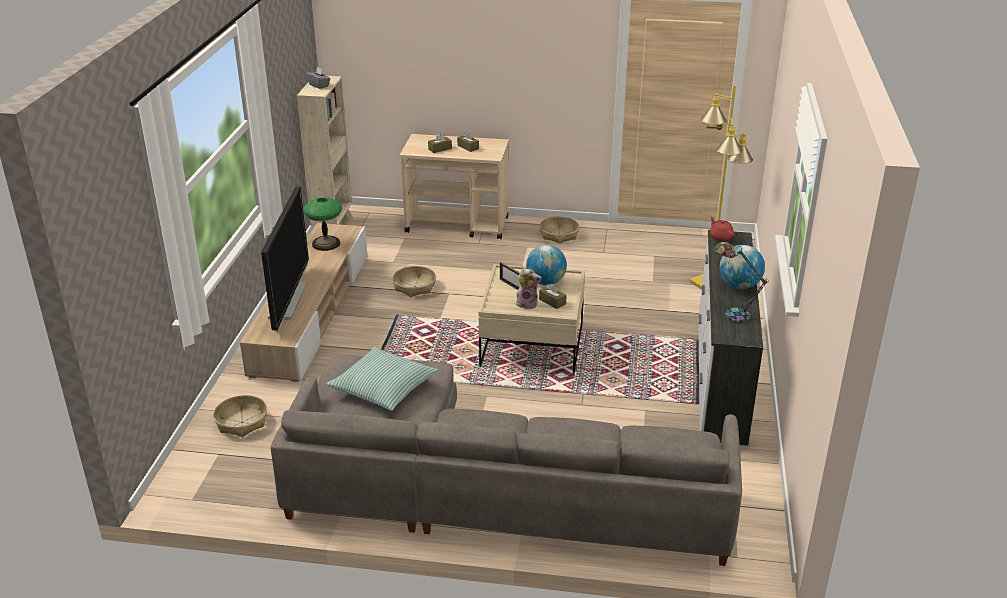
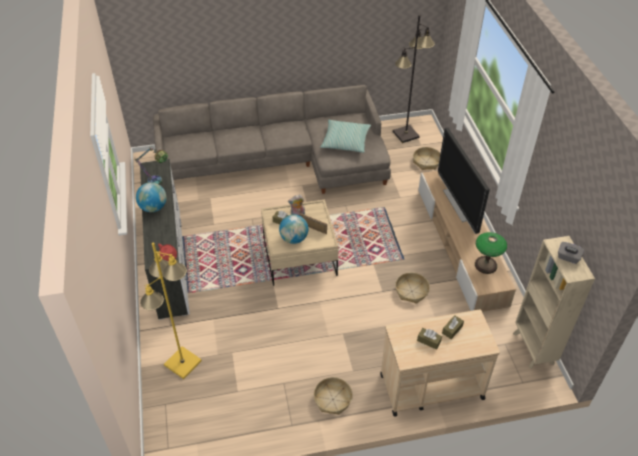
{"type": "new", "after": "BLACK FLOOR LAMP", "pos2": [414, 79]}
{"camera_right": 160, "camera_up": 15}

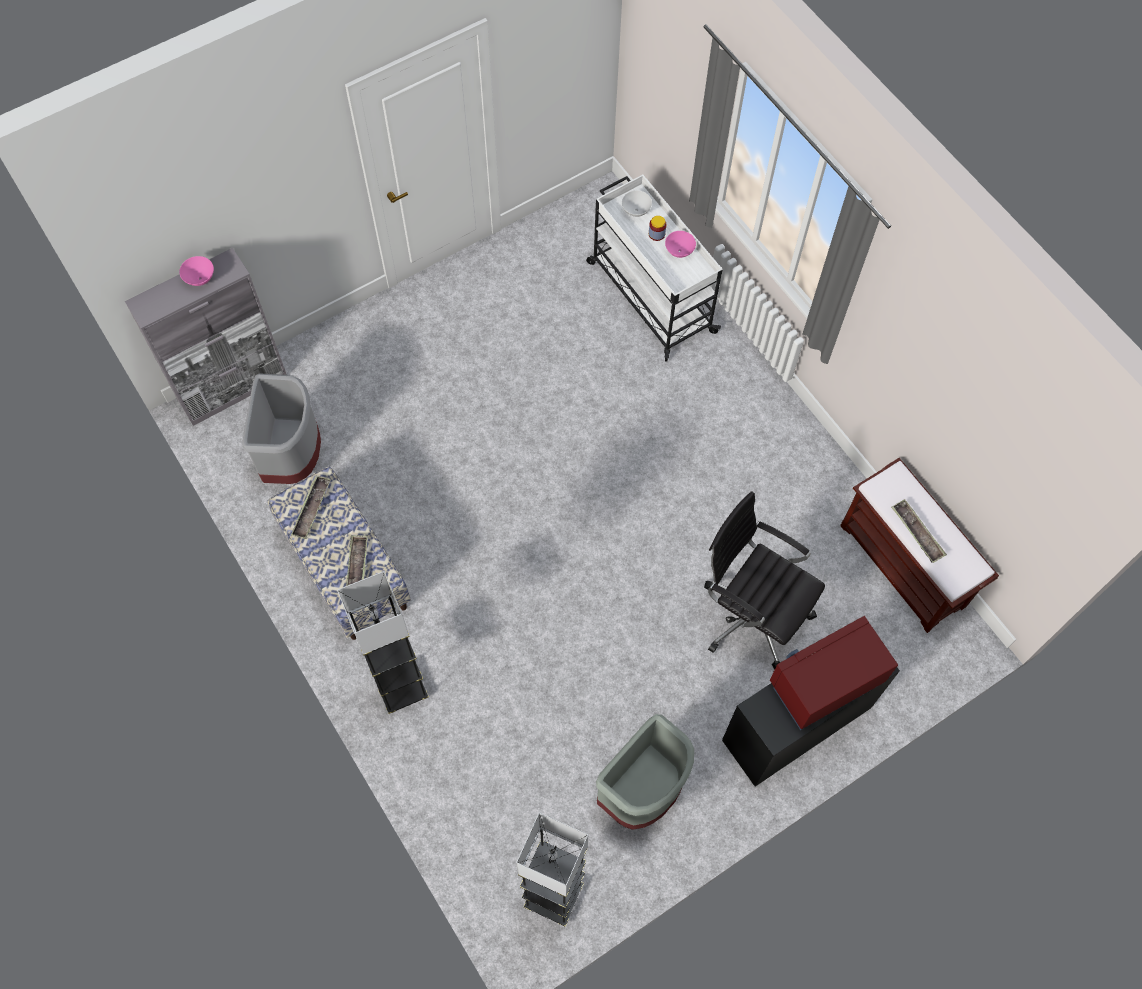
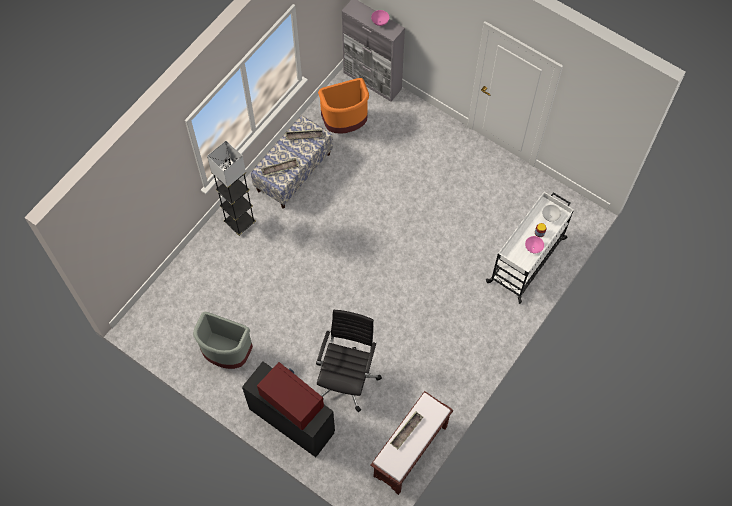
{"type": "repainted", "before": "GREY TRASH CAN", "after": "ORANGE TRASH CAN", "pos1": [281, 428], "pos2": [343, 106]}
{"type": "gone", "before": "GREY FLOOR LAMP", "pos1": [552, 869]}
{"camera_right": 70, "camera_up": 0}

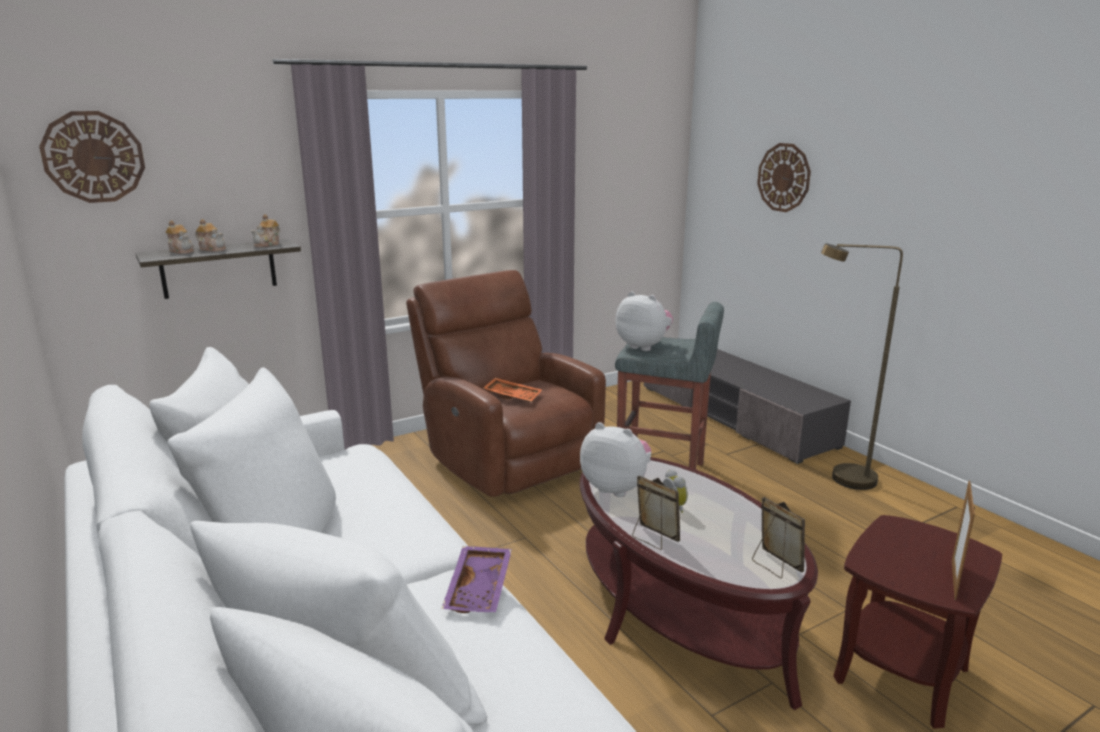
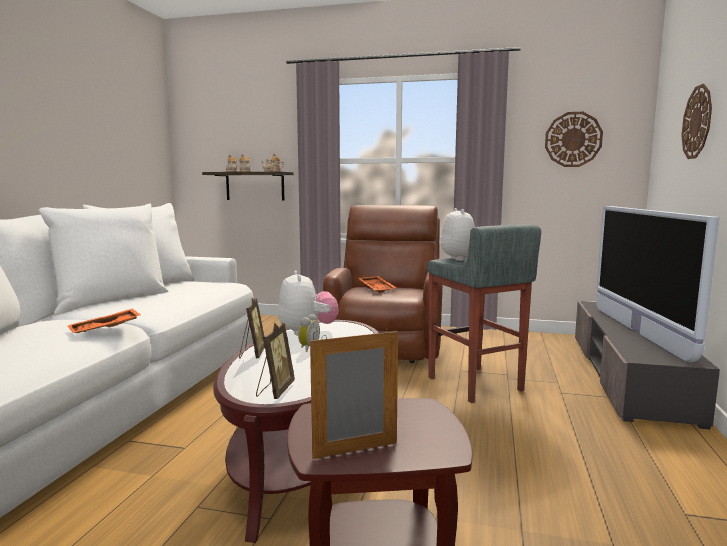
{"type": "shifted", "before": "WALL CLOCK", "pos1": [92, 157], "pos2": [574, 139]}
{"type": "gone", "before": "BROWN FLOOR LAMP", "pos1": [862, 366]}
{"type": "repainted", "before": "PURPLE TRAY", "after": "ORANGE TRAY", "pos1": [476, 579], "pos2": [104, 321]}
{"type": "new", "after": "TELEVISION", "pos2": [658, 284]}
{"camera_right": 45, "camera_up": -10}

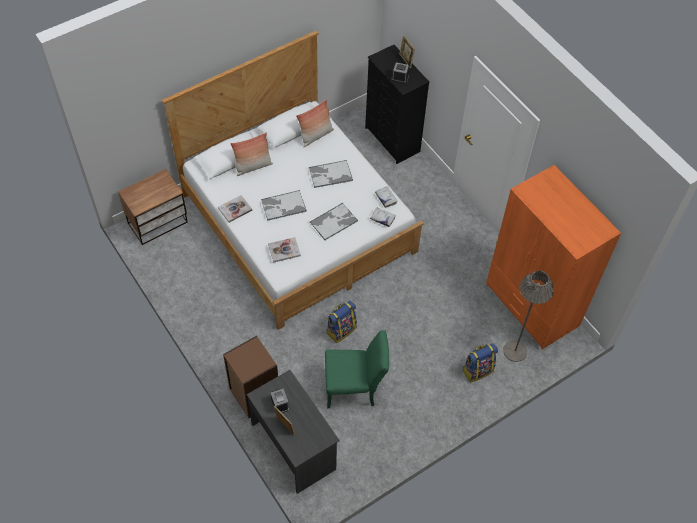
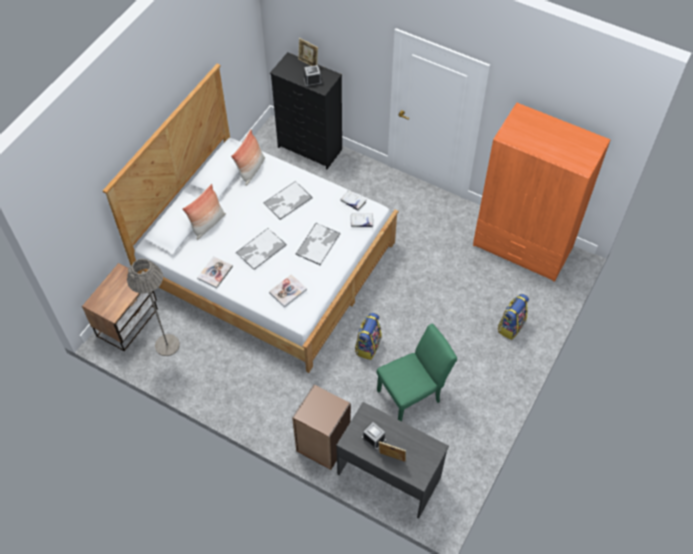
{"type": "shifted", "before": "GREY FLOOR LAMP", "pos1": [528, 316], "pos2": [153, 307]}
{"camera_right": -25, "camera_up": 0}

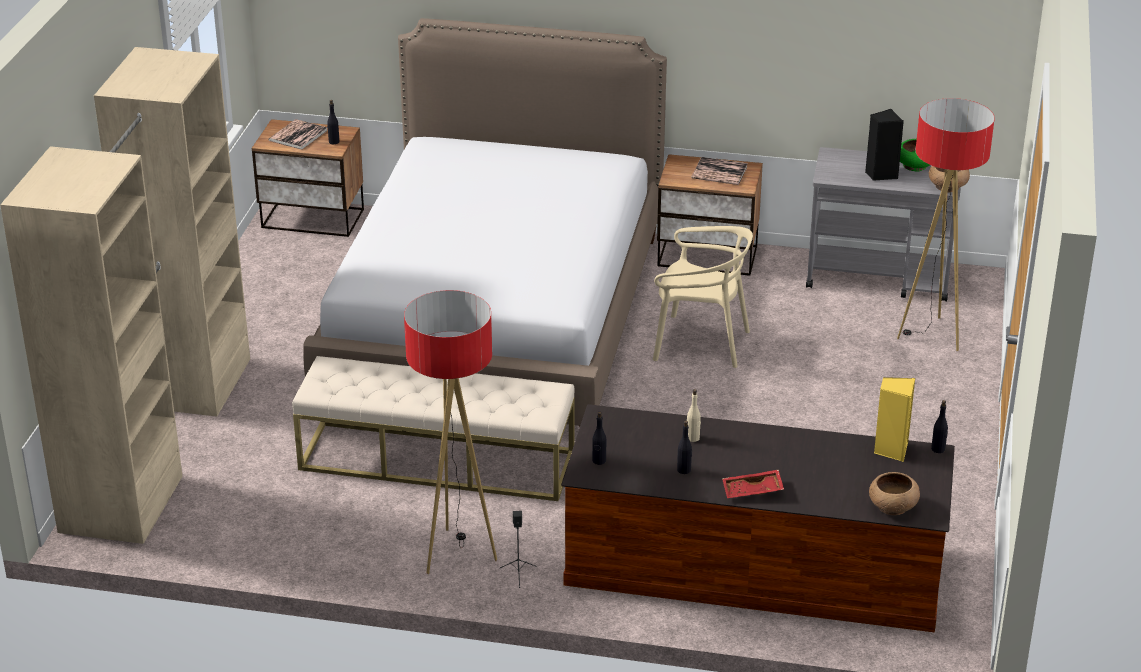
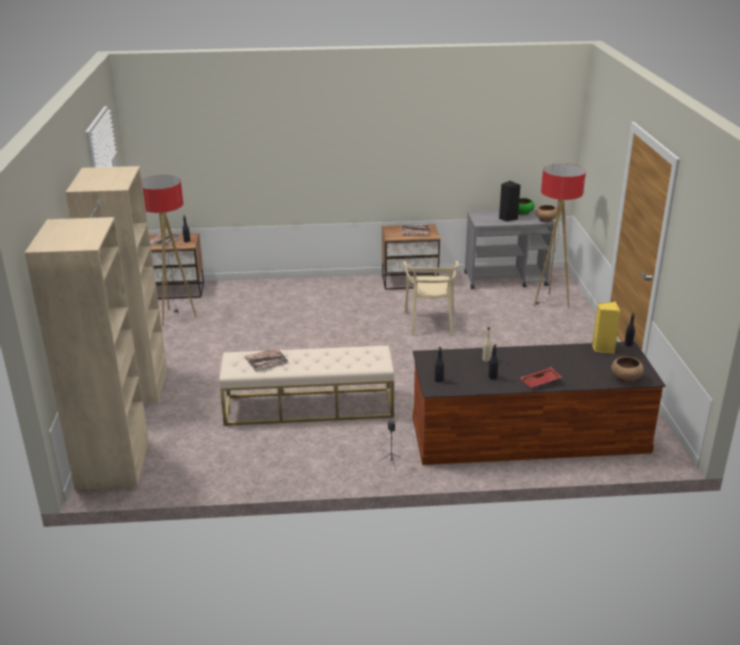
{"type": "gone", "before": "BED", "pos1": [485, 222]}
{"type": "rotated", "before": "BEIGE CHAIR", "pos1": [703, 297], "pos2": [431, 298], "turn": 90}
{"type": "shifted", "before": "FLOOR LAMP", "pos1": [450, 432], "pos2": [169, 250]}
{"type": "new", "after": "BOOK", "pos2": [266, 360]}
{"camera_right": -15, "camera_up": -5}

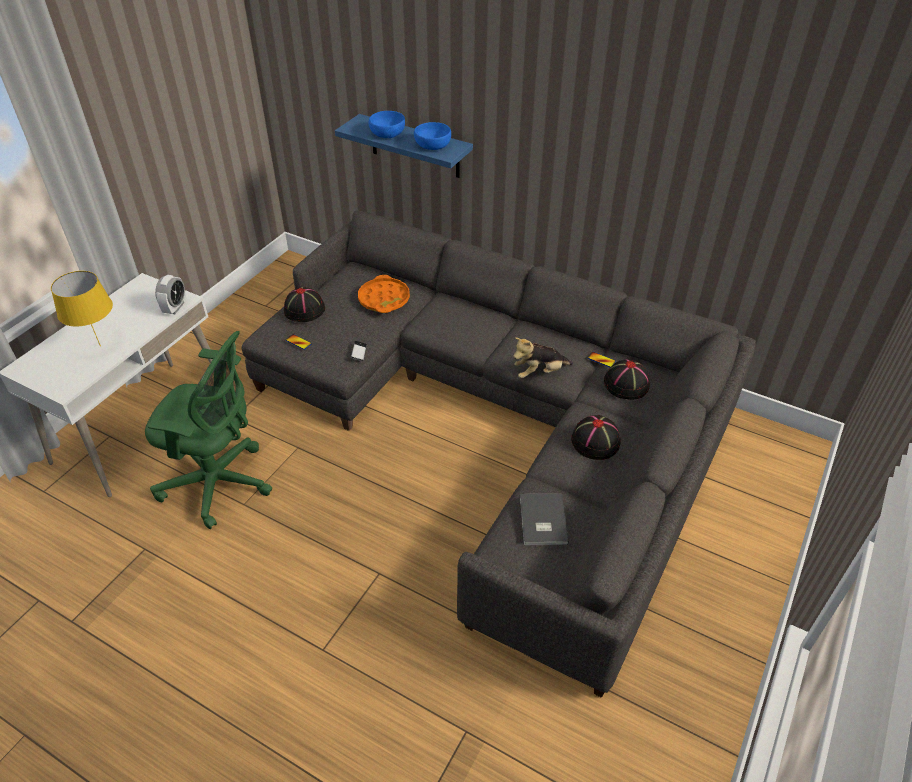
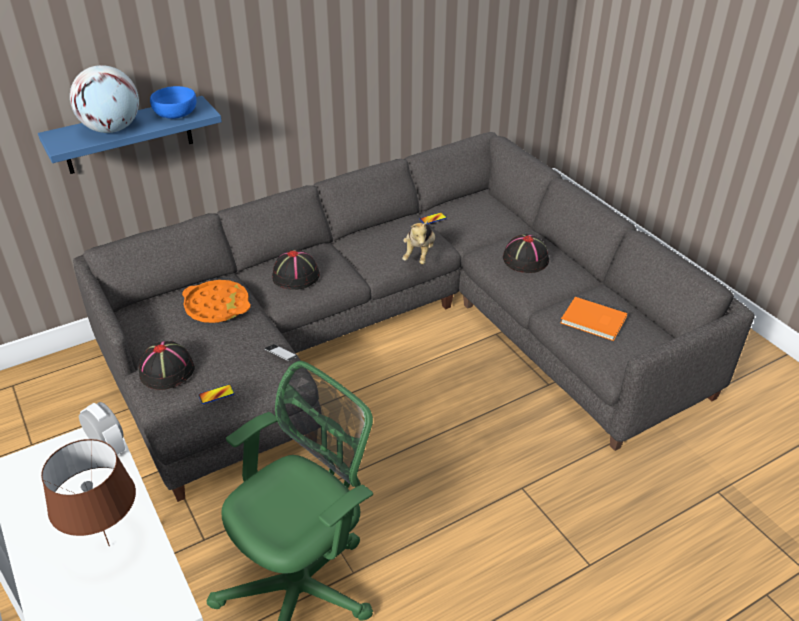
{"type": "swapped", "before": "BLUE BOWL", "after": "GLOBE", "pos1": [387, 124], "pos2": [104, 99]}
{"type": "repainted", "before": "YELLOW TABLE LAMP", "after": "BROWN TABLE LAMP", "pos1": [82, 308], "pos2": [88, 492]}
{"type": "shifted", "before": "BLACK HAT", "pos1": [627, 379], "pos2": [296, 270]}
{"type": "repainted", "before": "GREY BOOK", "after": "ORANGE BOOK", "pos1": [544, 519], "pos2": [594, 319]}
{"camera_right": -60, "camera_up": -5}

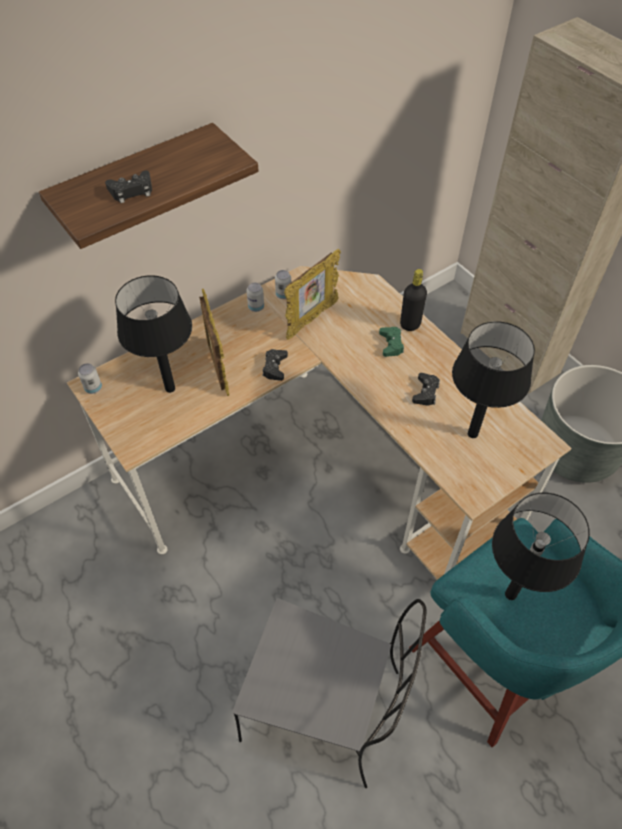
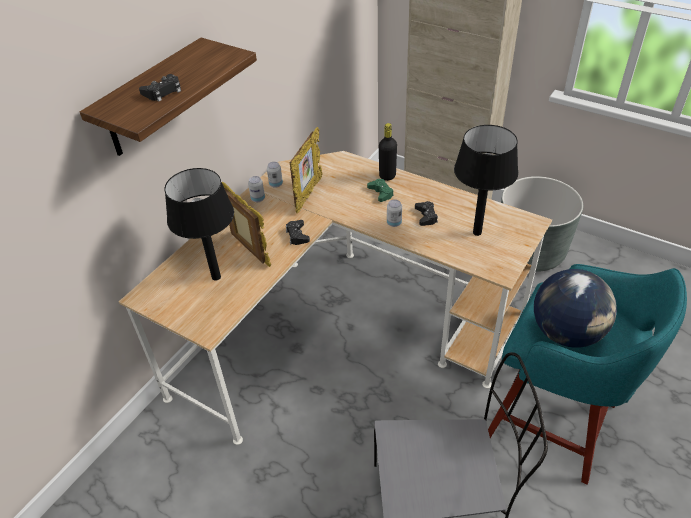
{"type": "shifted", "before": "CAN", "pos1": [90, 378], "pos2": [394, 213]}
{"type": "swapped", "before": "BLACK TABLE LAMP", "after": "GLOBE", "pos1": [541, 546], "pos2": [575, 308]}
{"camera_right": -20, "camera_up": -10}

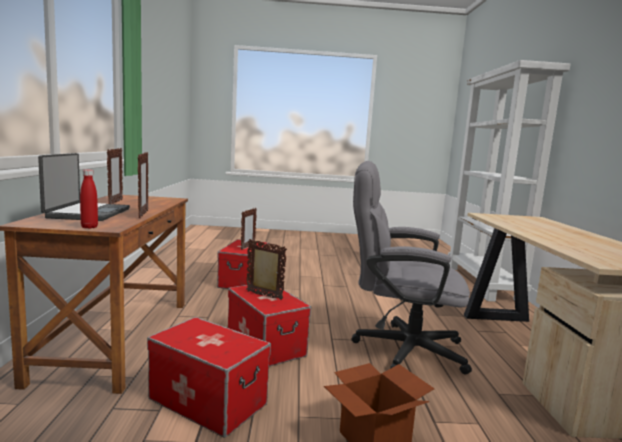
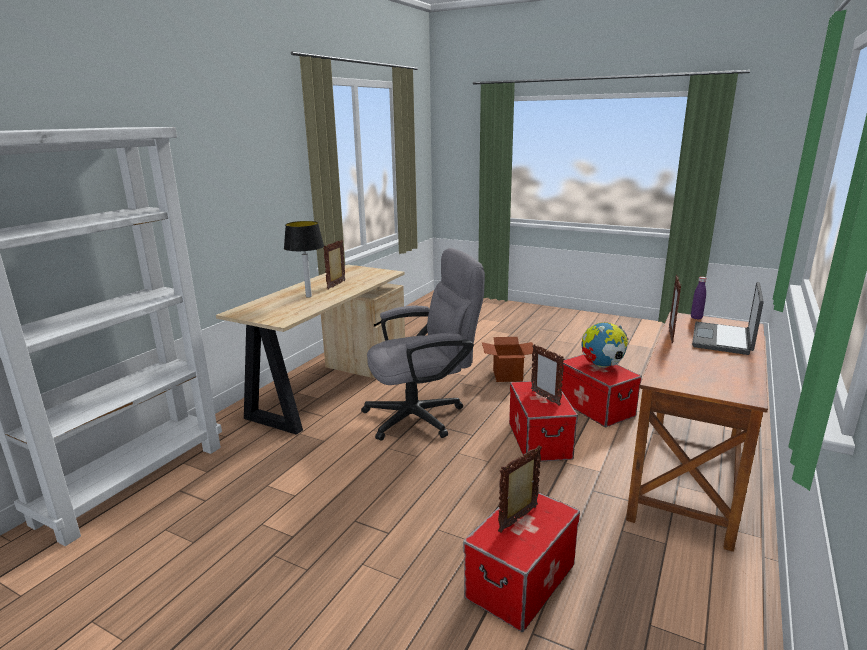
{"type": "shifted", "before": "PICTURE FRAME", "pos1": [115, 176], "pos2": [334, 265]}
{"type": "rotated", "before": "GREY OFFICE CHAIR", "pos1": [411, 267], "pos2": [423, 344], "turn": -60}
{"type": "repainted", "before": "RED BOTTLE", "after": "PURPLE BOTTLE", "pos1": [89, 199], "pos2": [698, 298]}
{"type": "new", "after": "TABLE LAMP", "pos2": [304, 259]}
{"type": "new", "after": "GLOBE", "pos2": [605, 344]}
{"camera_right": -150, "camera_up": 10}

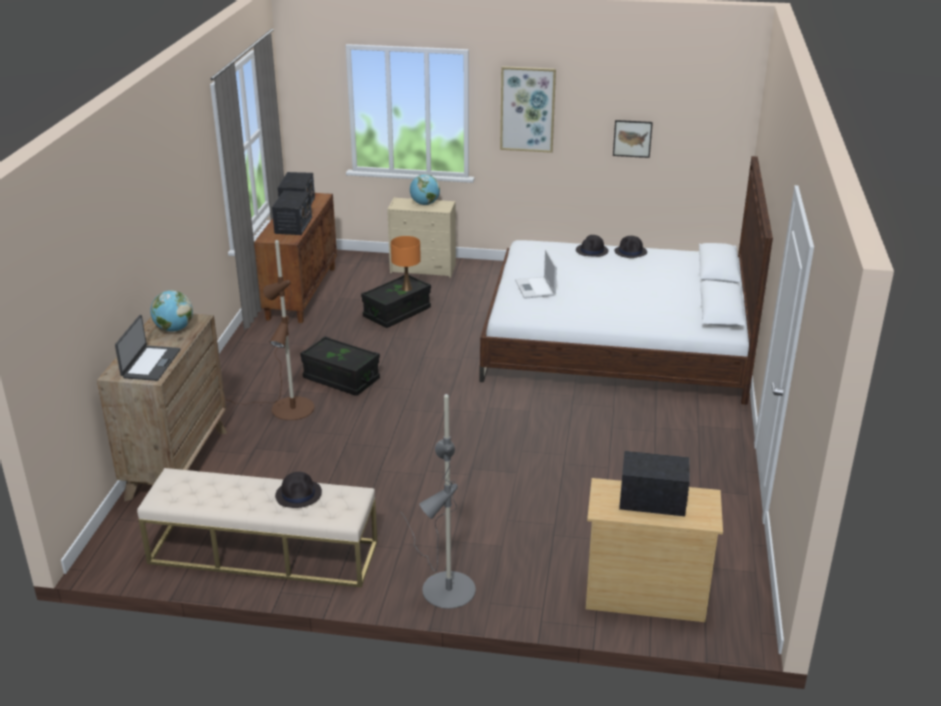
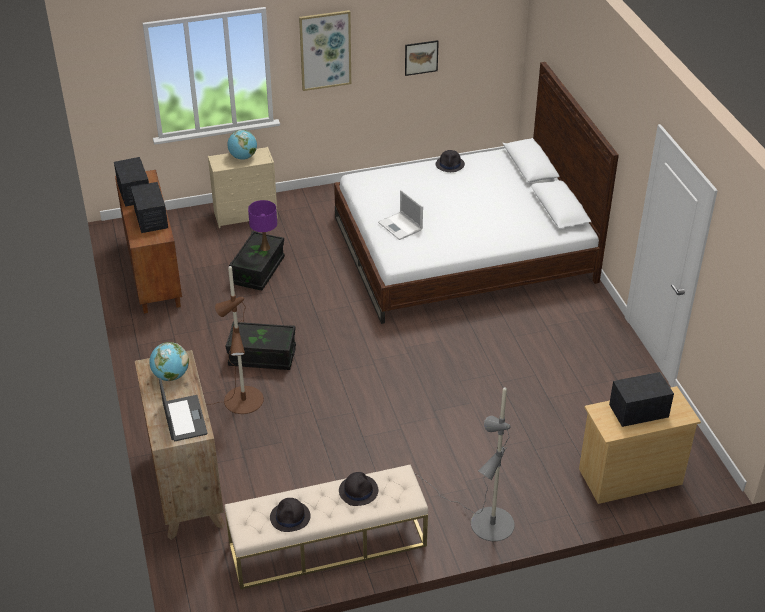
{"type": "shifted", "before": "BLACK HAT", "pos1": [592, 246], "pos2": [290, 515]}
{"type": "repainted", "before": "ORANGE TABLE LAMP", "after": "PURPLE TABLE LAMP", "pos1": [406, 263], "pos2": [262, 225]}
{"camera_right": -25, "camera_up": 10}

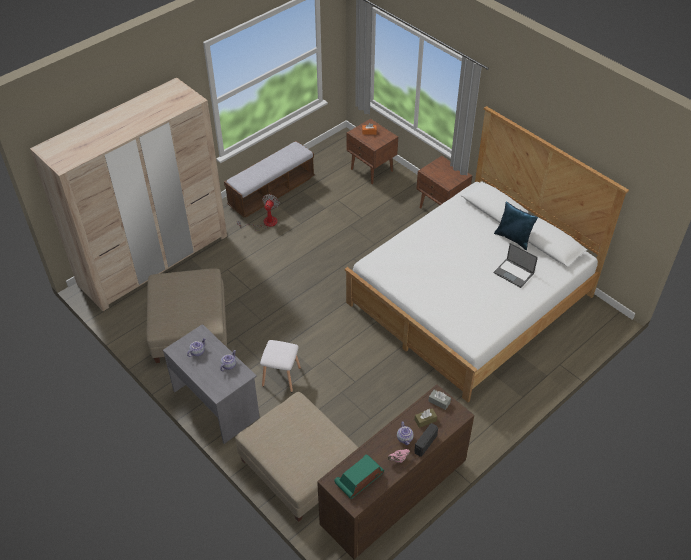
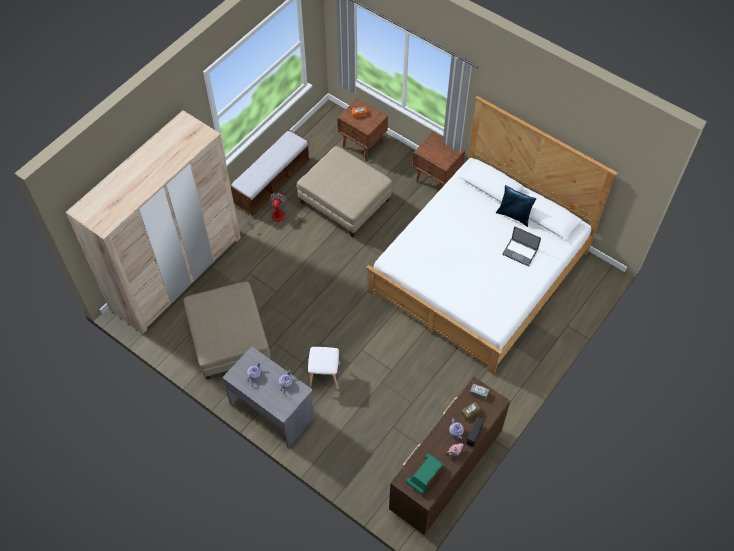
{"type": "shifted", "before": "BEIGE OTTOMAN", "pos1": [296, 457], "pos2": [344, 191]}
{"camera_right": -10, "camera_up": 10}

